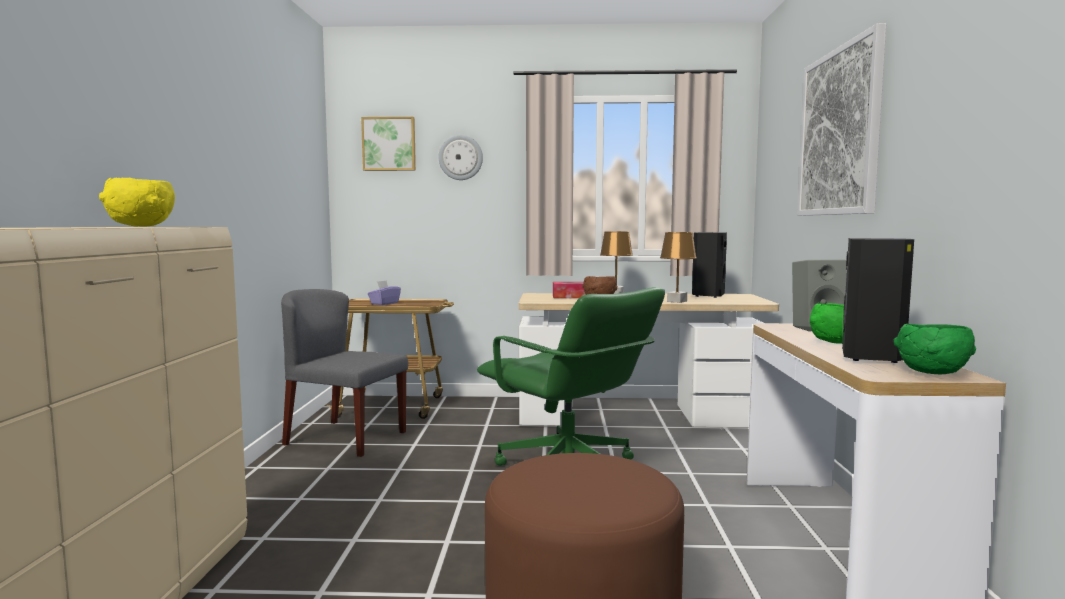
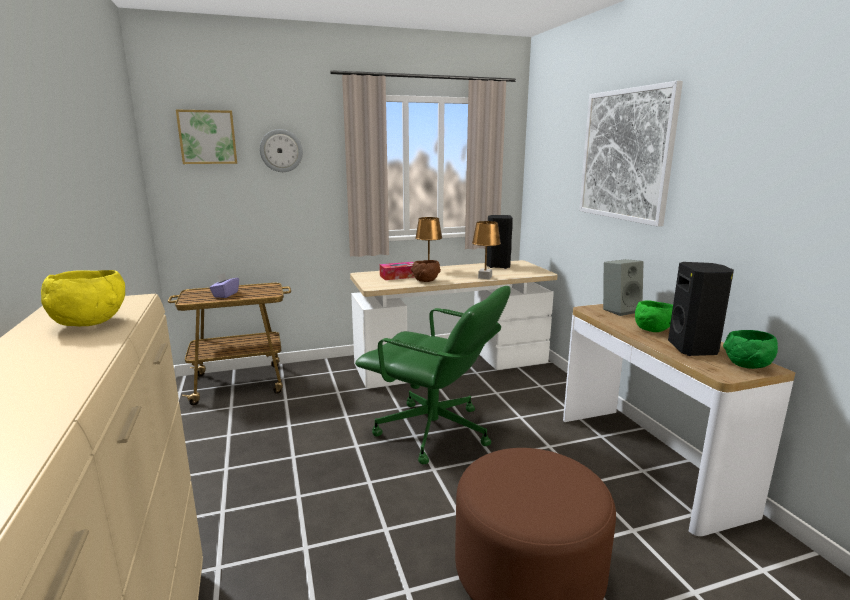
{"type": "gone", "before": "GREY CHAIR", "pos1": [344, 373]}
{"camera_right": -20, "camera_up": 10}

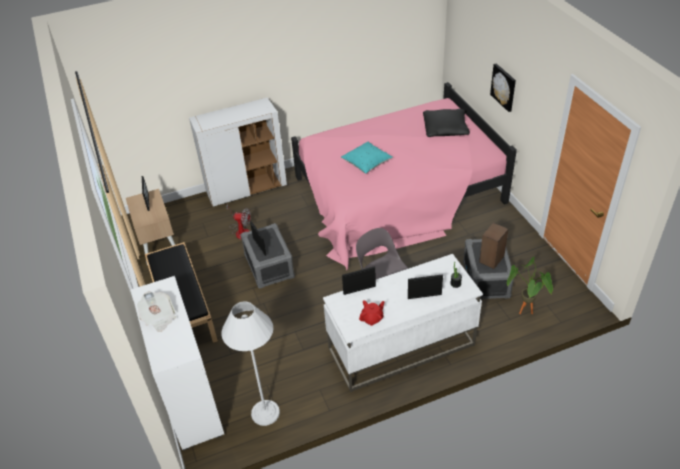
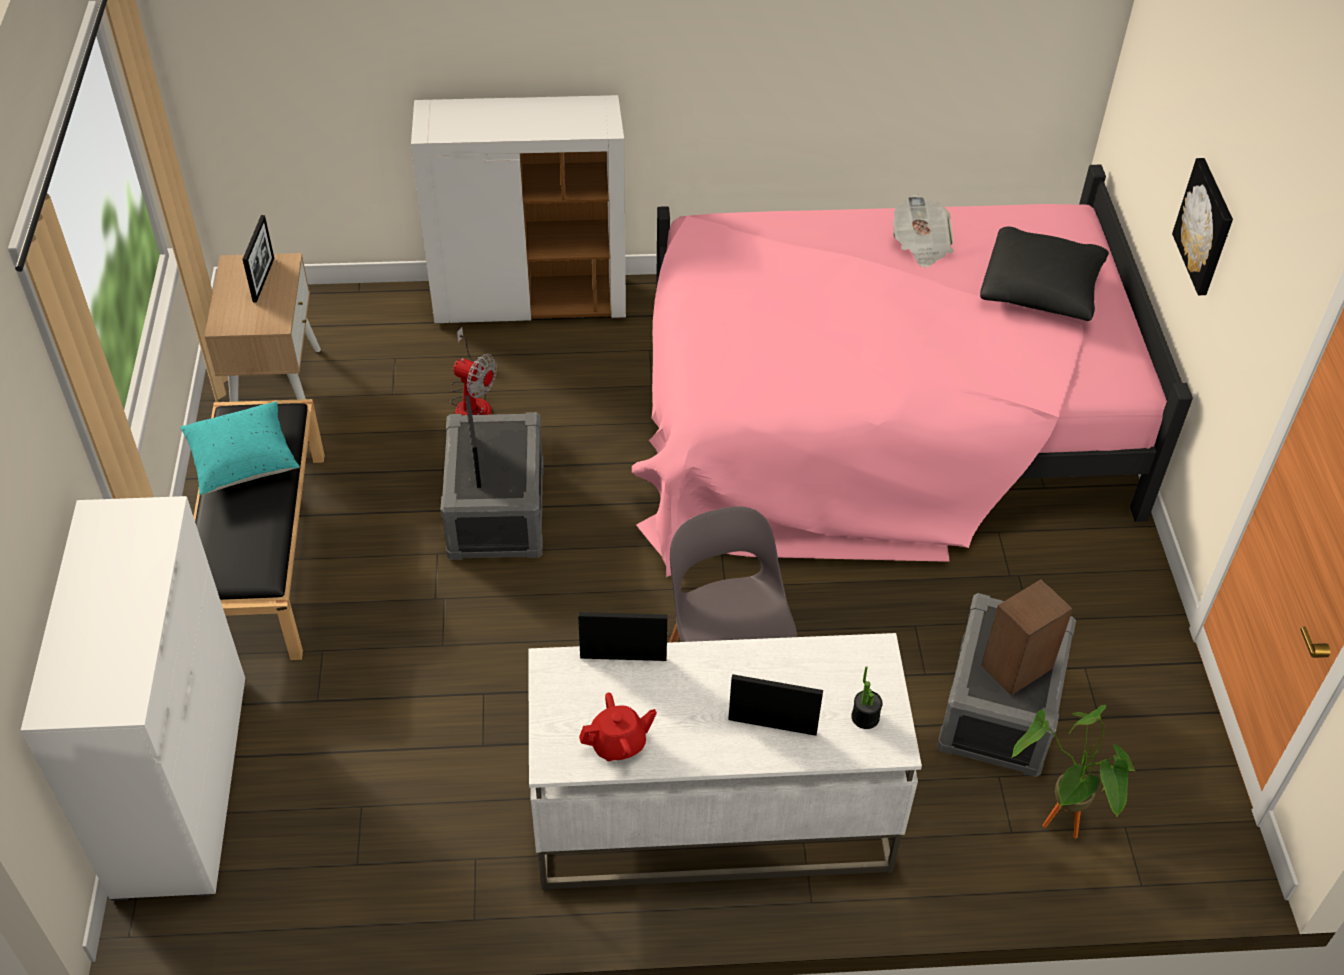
{"type": "shifted", "before": "TURQUOISE PILLOW", "pos1": [367, 158], "pos2": [240, 448]}
{"type": "shifted", "before": "NEWSPAPER", "pos1": [156, 311], "pos2": [923, 231]}
{"type": "gone", "before": "WHITE FLOOR LAMP", "pos1": [250, 363]}
{"camera_right": 15, "camera_up": 5}

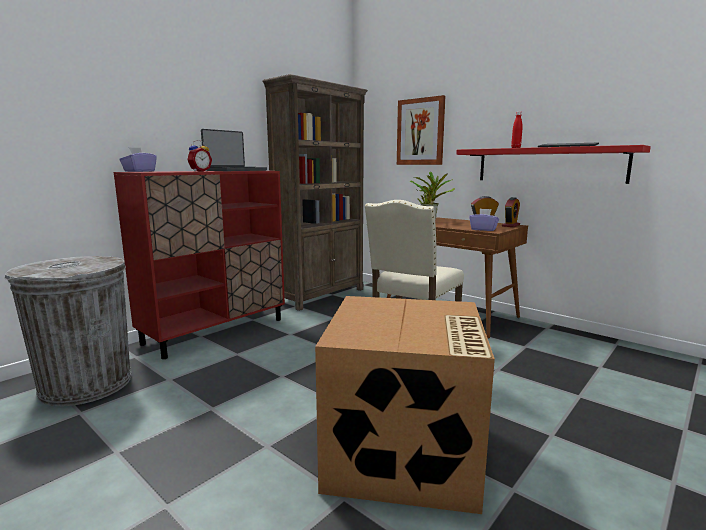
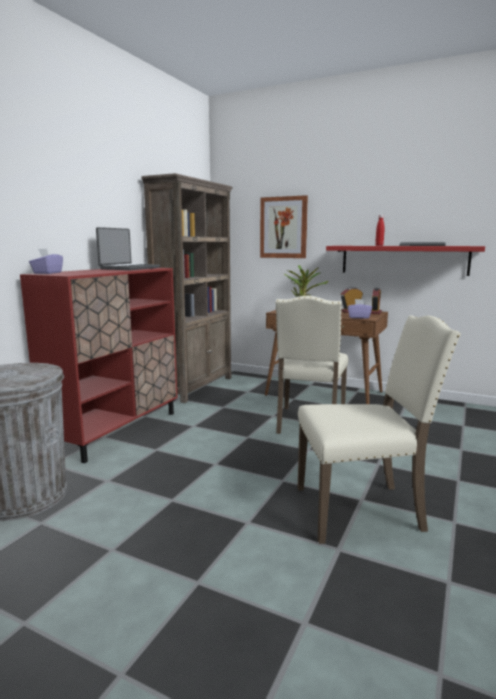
{"type": "gone", "before": "ALARM CLOCK", "pos1": [199, 156]}
{"type": "swapped", "before": "CARDBOARD BOX", "after": "BEIGE CHAIR", "pos1": [405, 405], "pos2": [379, 429]}
{"camera_right": -15, "camera_up": 0}

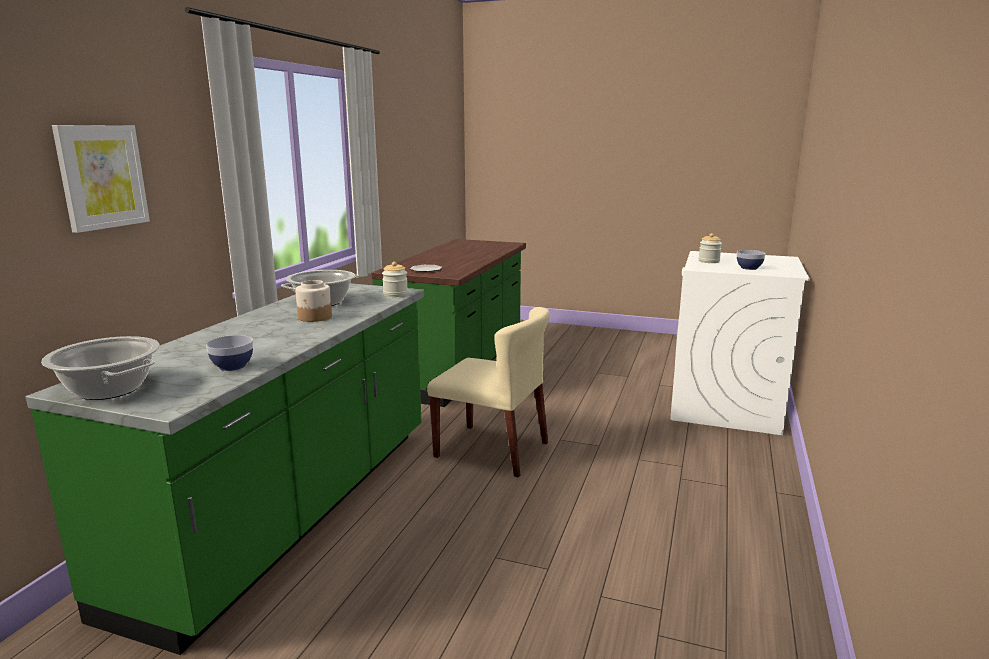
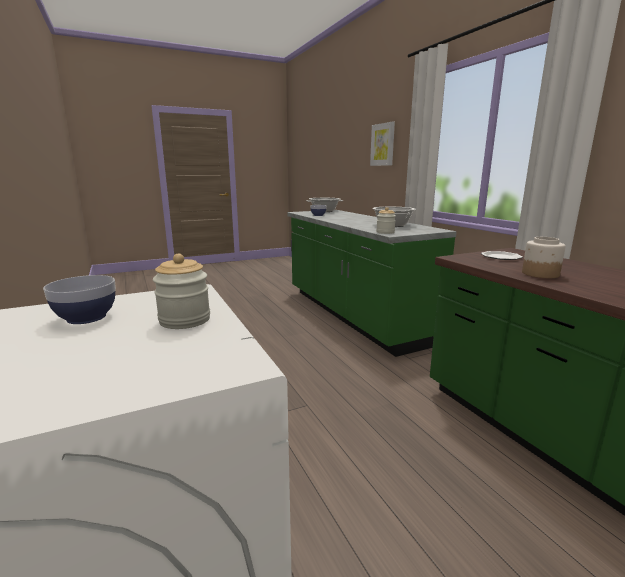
{"type": "shifted", "before": "JAR", "pos1": [313, 301], "pos2": [544, 257]}
{"type": "gone", "before": "BEIGE CHAIR", "pos1": [488, 392]}
{"camera_right": 135, "camera_up": 0}

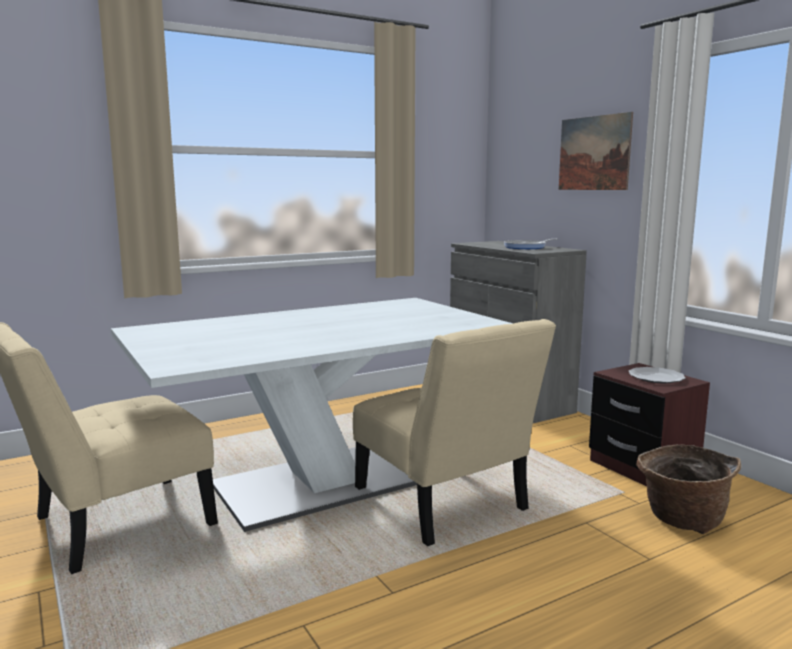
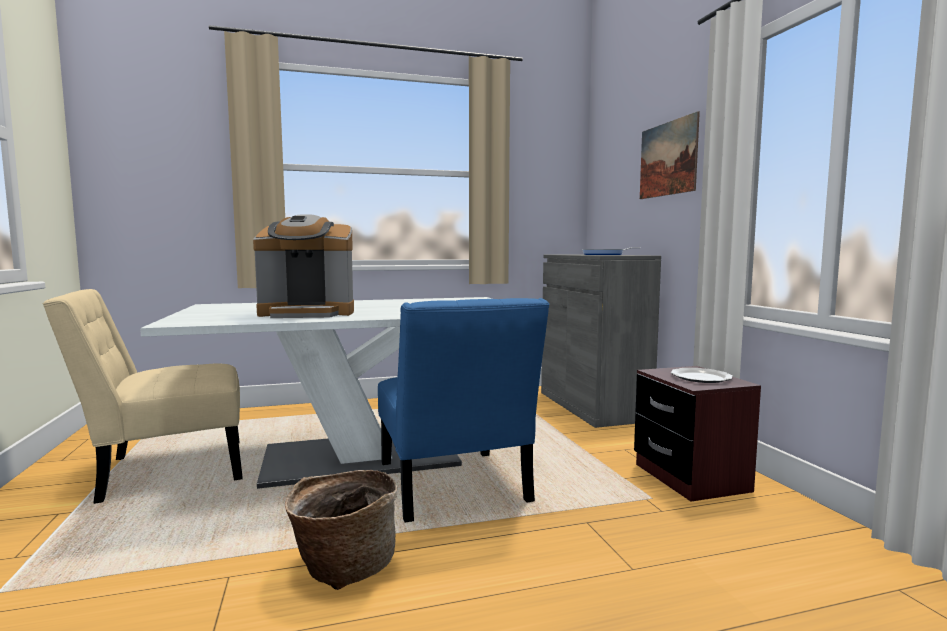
{"type": "repainted", "before": "BEIGE CHAIR", "after": "BLUE CHAIR", "pos1": [454, 432], "pos2": [464, 410]}
{"type": "shifted", "before": "BASKET", "pos1": [688, 489], "pos2": [341, 530]}
{"type": "new", "after": "COFFEE MACHINE", "pos2": [303, 266]}
{"camera_right": 15, "camera_up": -5}

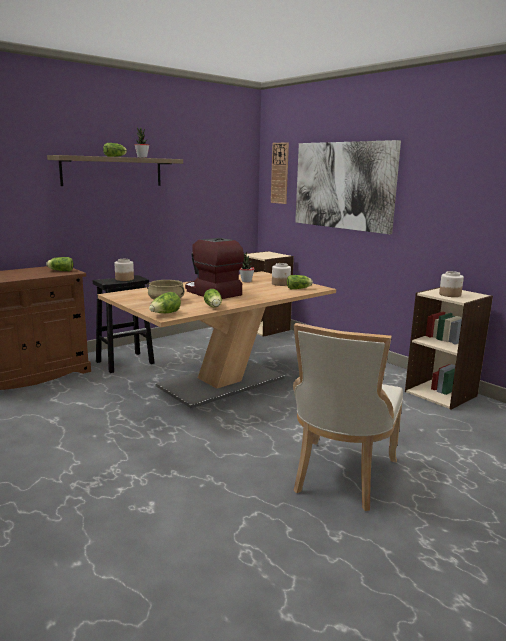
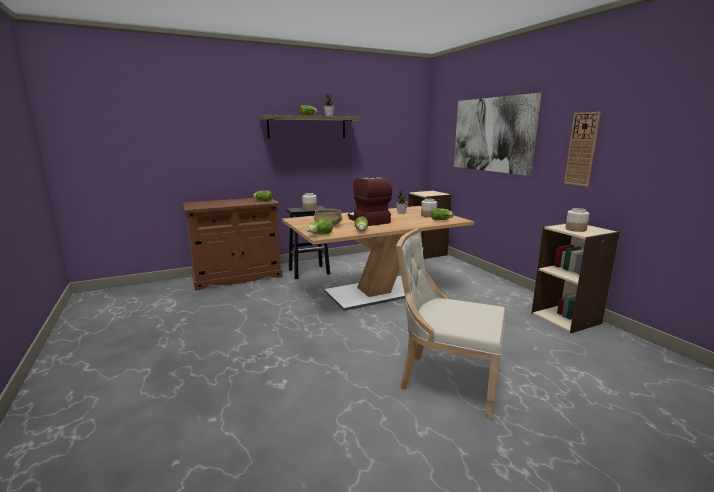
{"type": "shifted", "before": "WALL CLOCK", "pos1": [280, 173], "pos2": [582, 149]}
{"type": "rotated", "before": "BEIGE CHAIR", "pos1": [348, 417], "pos2": [450, 323], "turn": 75}
{"camera_right": 15, "camera_up": 0}

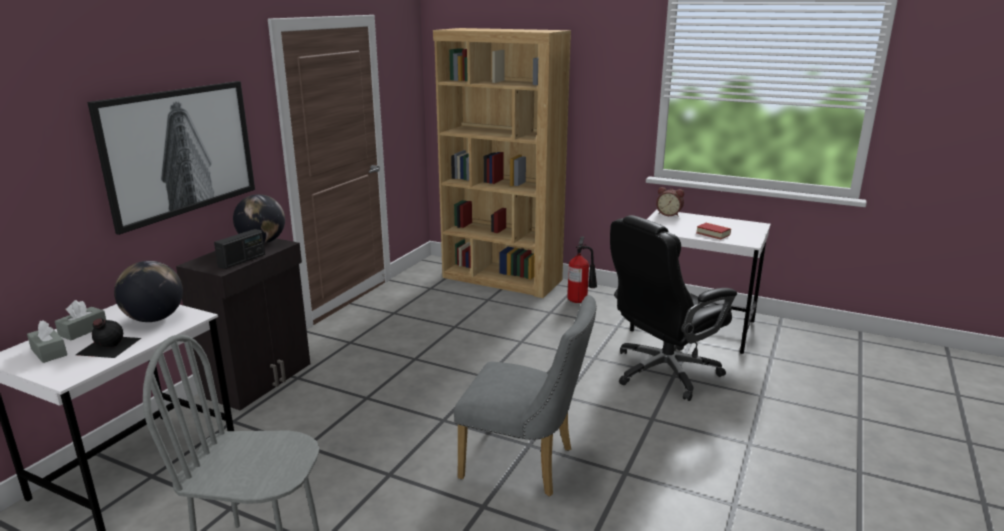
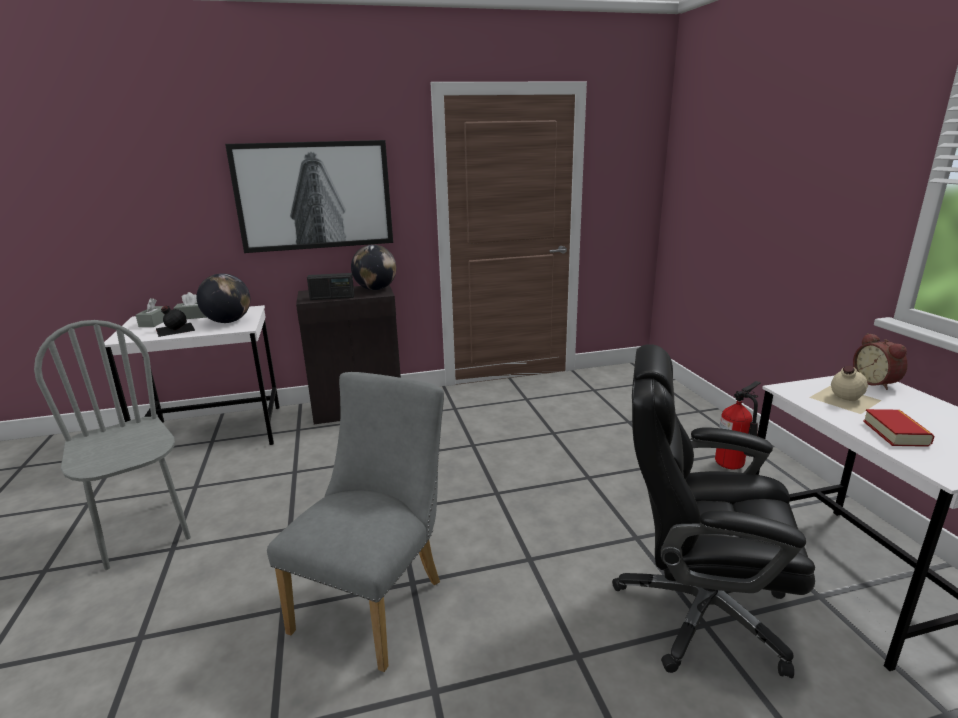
{"type": "gone", "before": "BROWN BOOKCASE", "pos1": [502, 163]}
{"type": "rotated", "before": "GREY CHAIR", "pos1": [525, 396], "pos2": [355, 522], "turn": -135}
{"type": "new", "after": "BEIGE BOTTLE", "pos2": [845, 390]}
{"camera_right": 50, "camera_up": 0}

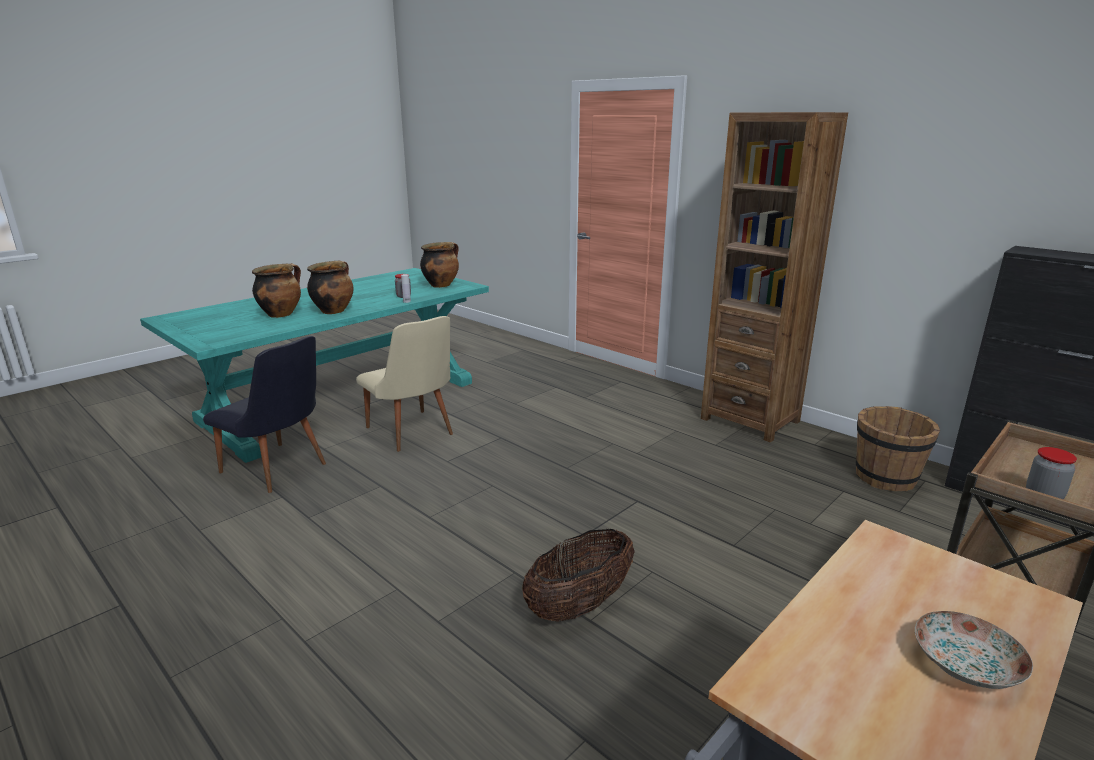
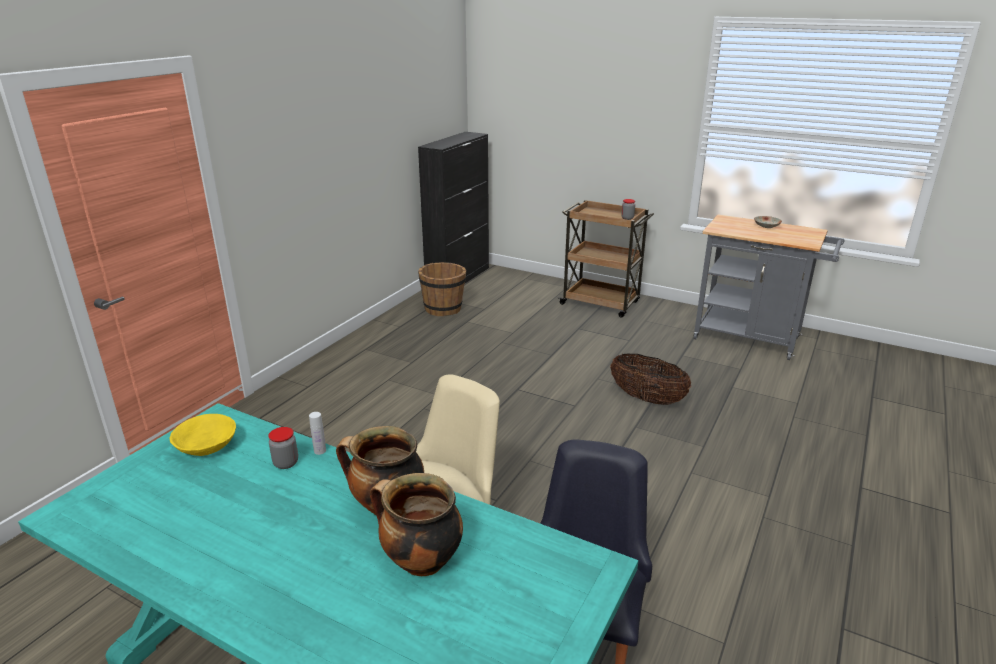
{"type": "gone", "before": "BROWN BOOKCASE", "pos1": [774, 277]}
{"type": "swapped", "before": "COOKING POT", "after": "YELLOW BOWL", "pos1": [439, 265], "pos2": [203, 435]}
{"camera_right": -105, "camera_up": 5}

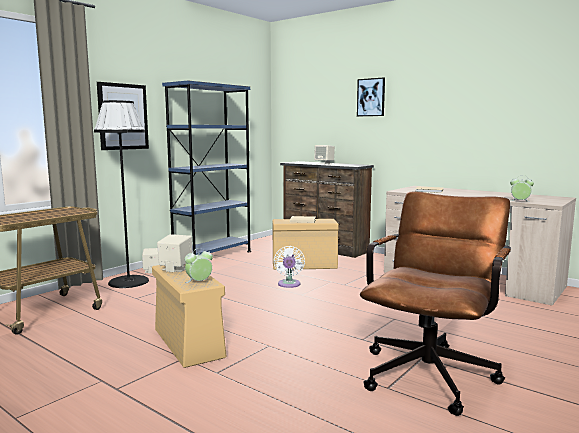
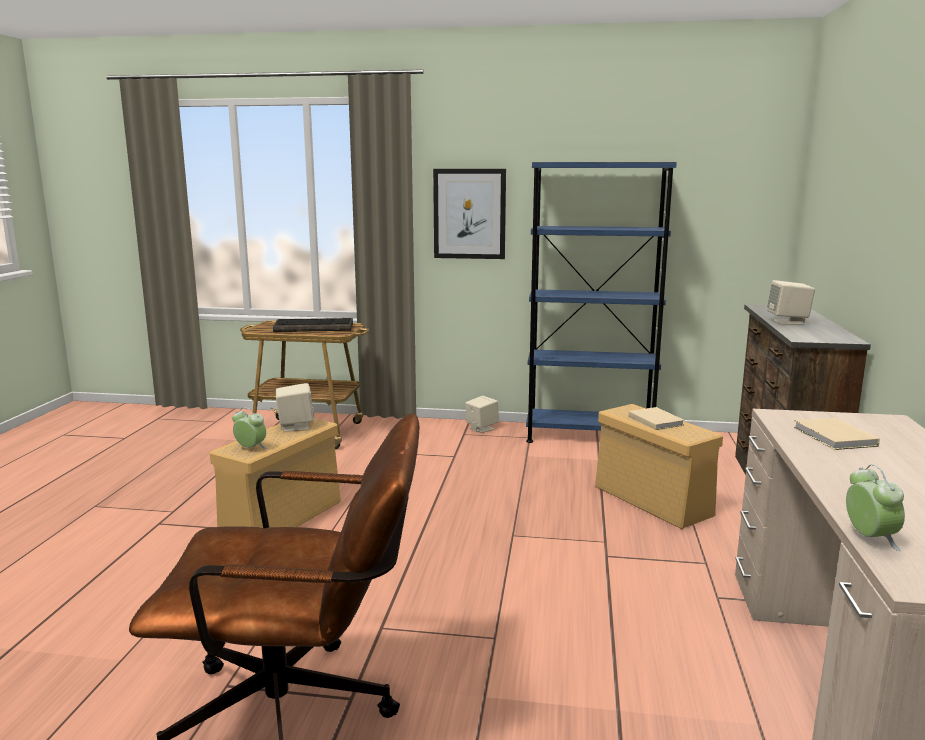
{"type": "gone", "before": "PICTURE", "pos1": [371, 97]}
{"type": "gone", "before": "BLACK FLOOR LAMP", "pos1": [121, 194]}
{"type": "gone", "before": "WHITE FAN", "pos1": [289, 267]}
{"type": "new", "after": "KEYBOARD", "pos2": [313, 325]}
{"camera_right": 60, "camera_up": 5}

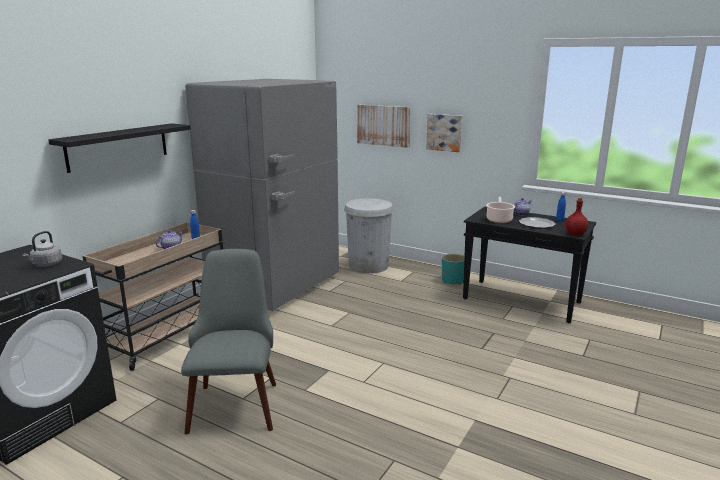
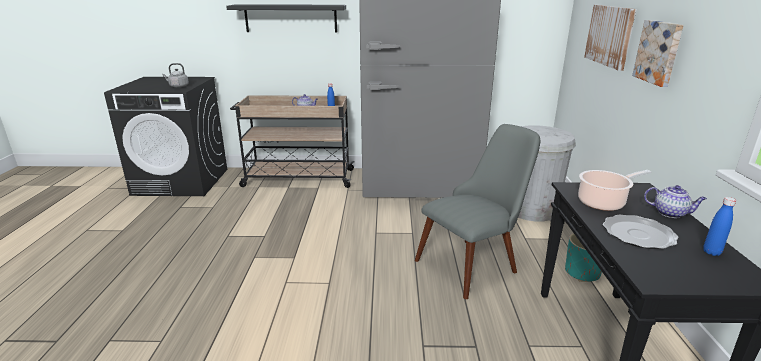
{"type": "gone", "before": "RED BOTTLE", "pos1": [576, 216]}
{"type": "shifted", "before": "GREY CHAIR", "pos1": [228, 342], "pos2": [477, 211]}
{"camera_right": 60, "camera_up": 5}

